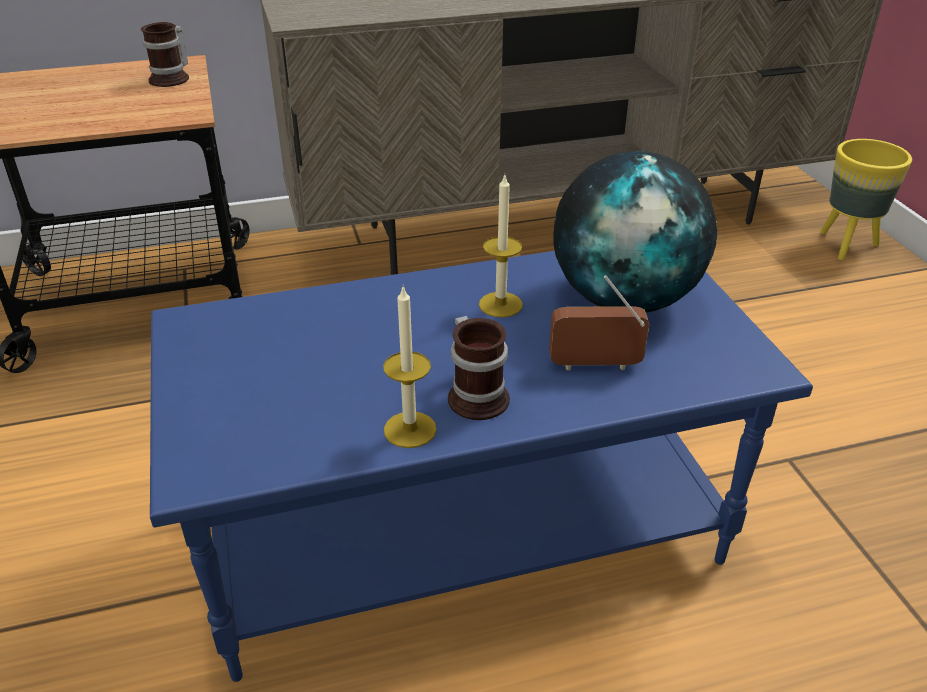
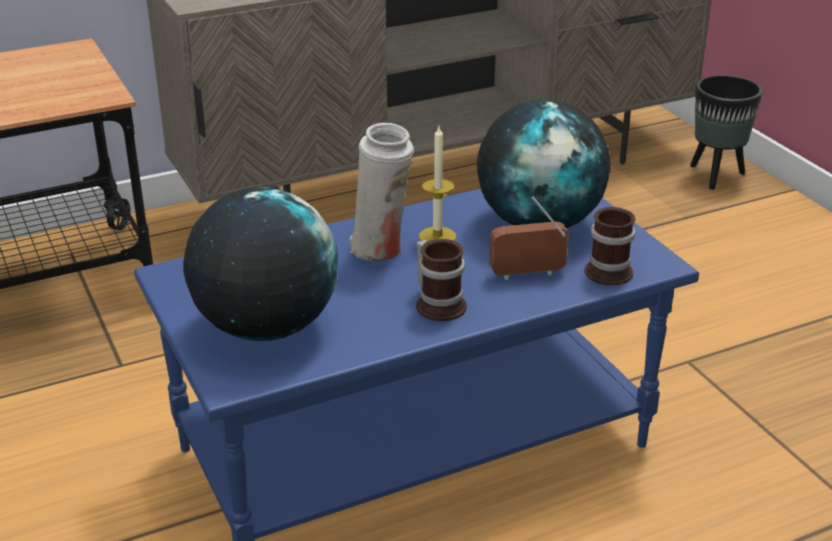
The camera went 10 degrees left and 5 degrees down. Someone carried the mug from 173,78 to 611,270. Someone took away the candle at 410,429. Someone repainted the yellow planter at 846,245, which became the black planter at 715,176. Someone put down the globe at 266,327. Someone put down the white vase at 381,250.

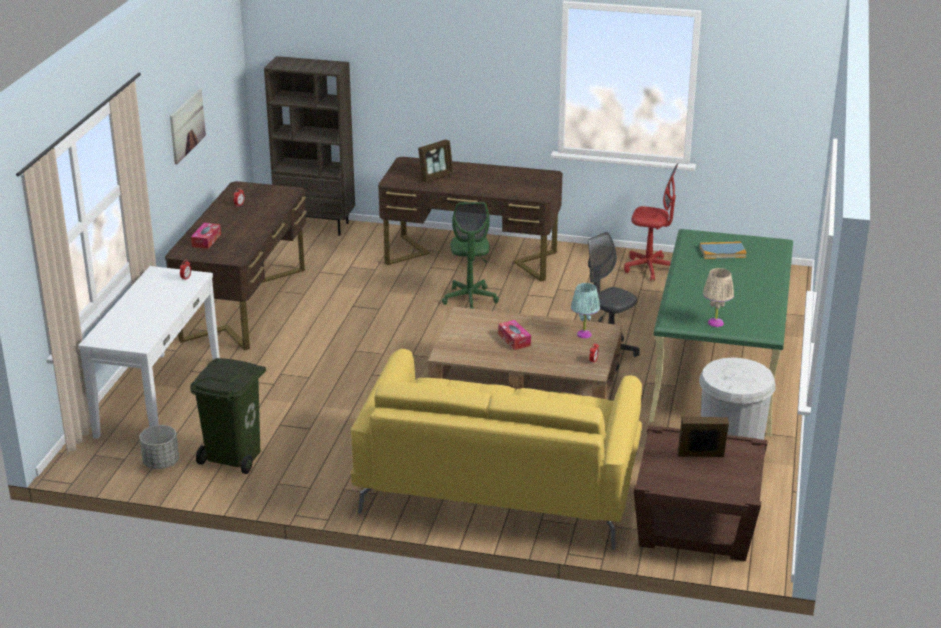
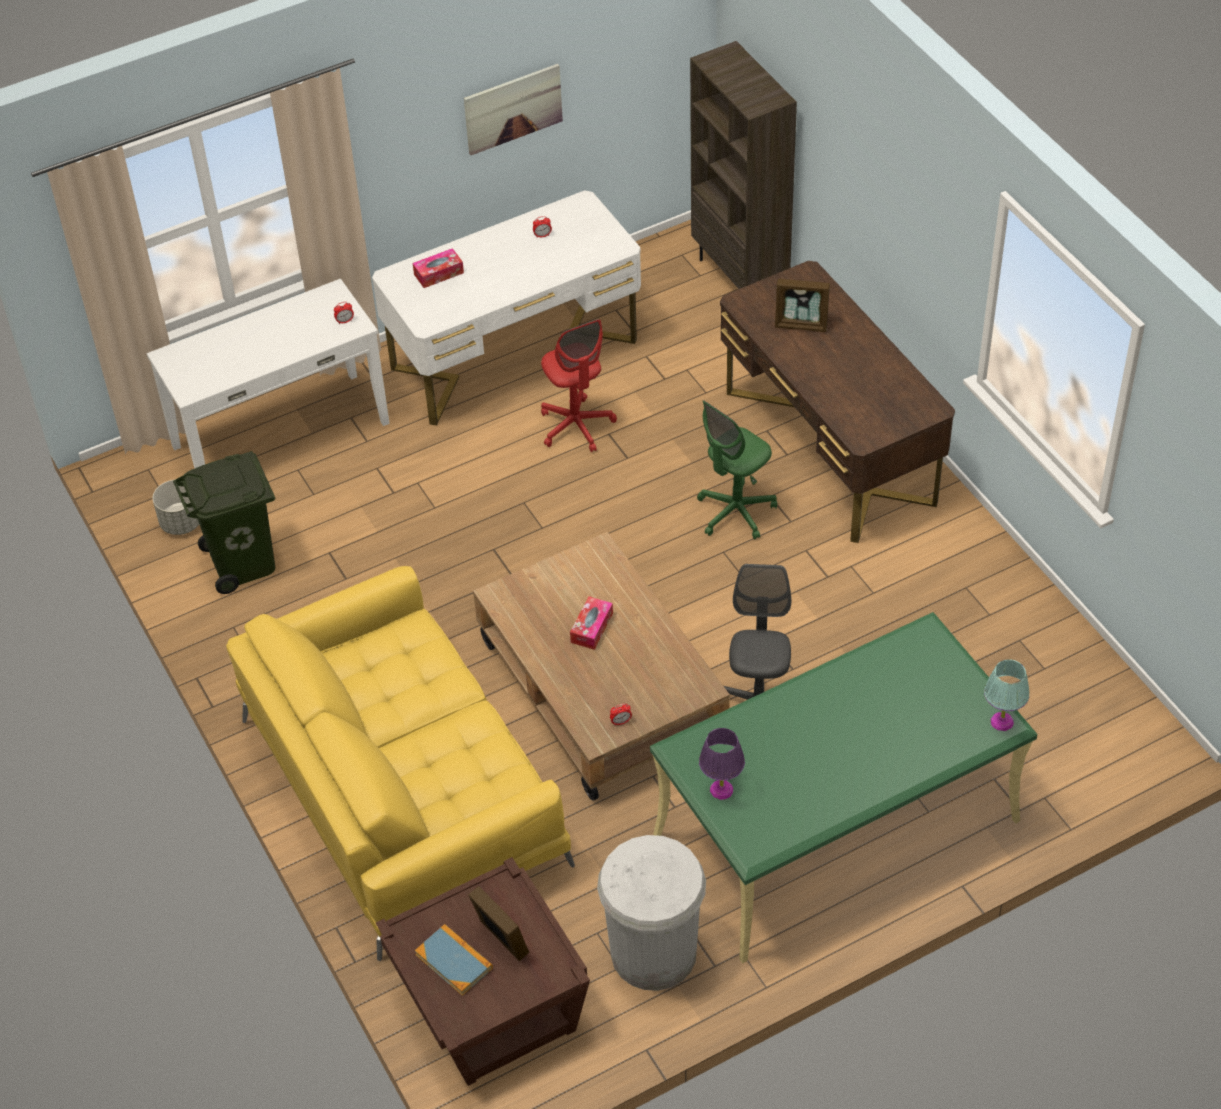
The camera went 50 degrees right and 20 degrees up. Someone repainted the brown desk at 244,304, which became the white desk at 514,355. Someone carried the turquoise table lamp from 584,334 to 1002,721. Someone carried the red office chair from 649,268 to 576,426. Someone carried the book from 722,252 to 454,961. Someone repainted the beige table lamp at 715,323, which became the purple table lamp at 721,789.

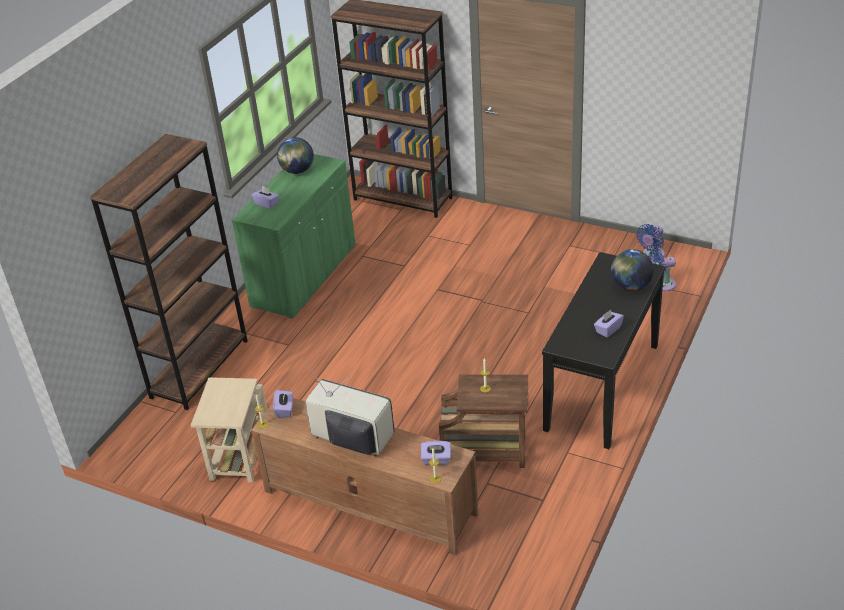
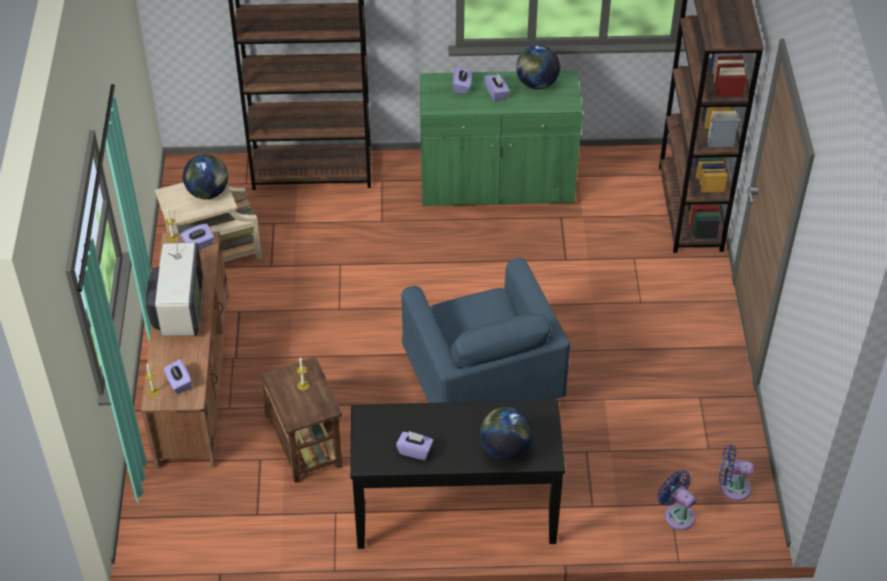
The camera went 60 degrees right and 10 degrees up. Someone put down the globe at 208,192. Someone put down the blue armchair at 481,385. Someone put down the purple tissue box at 496,93.

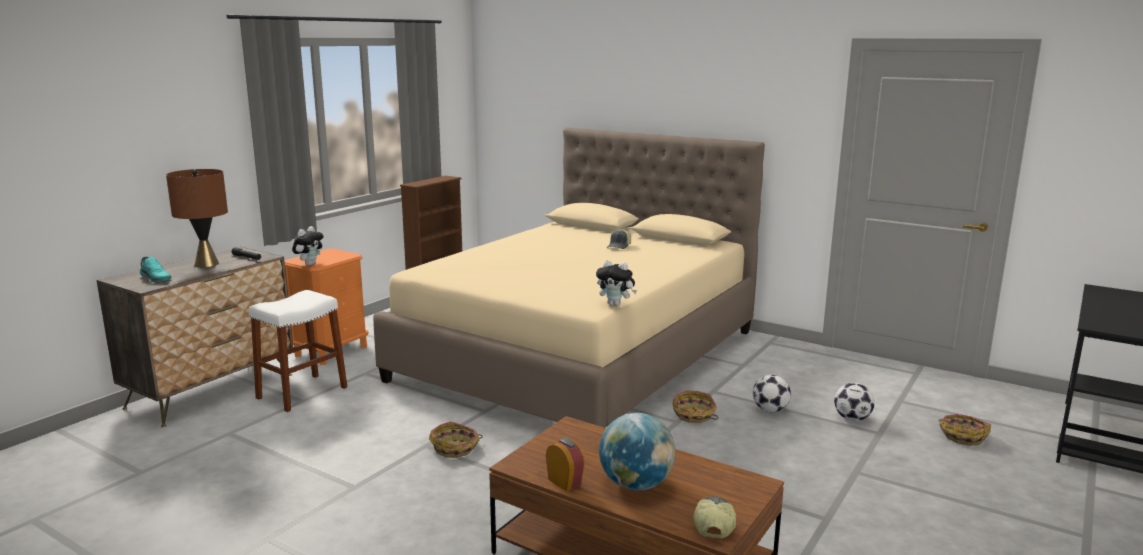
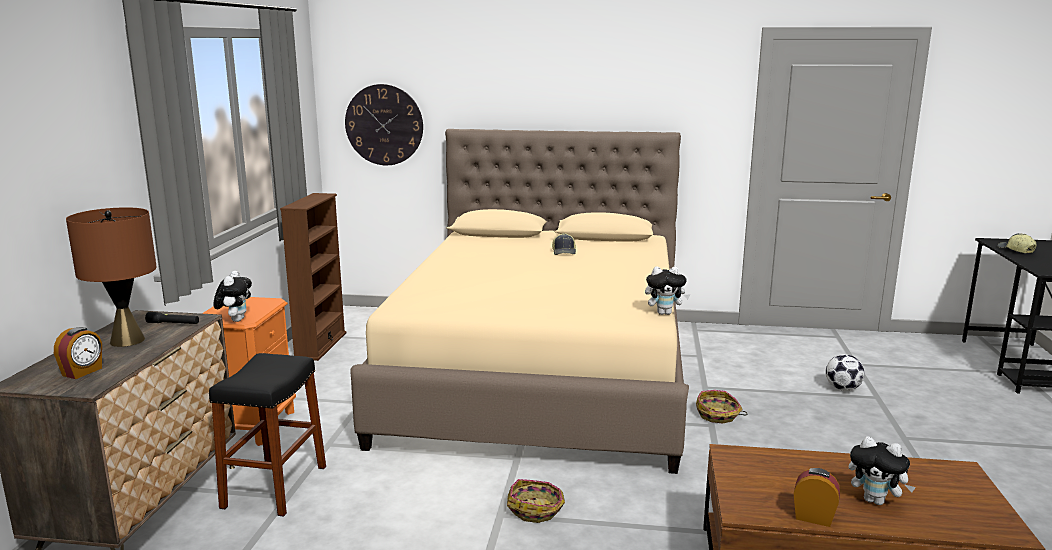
The camera went 25 degrees left and 0 degrees up. Someone swapped the turquoise shoe at 157,278 for the alarm clock at 82,372. Someone repainted the white stool at 302,393, which became the black stool at 275,487. Someone swapped the globe at 636,485 for the plush toy at 876,501. Someone carried the cap from 713,524 to 1015,250. Someone took away the football at 770,410. Someone took away the basket at 962,436. Someone put up the wall clock at 384,125.

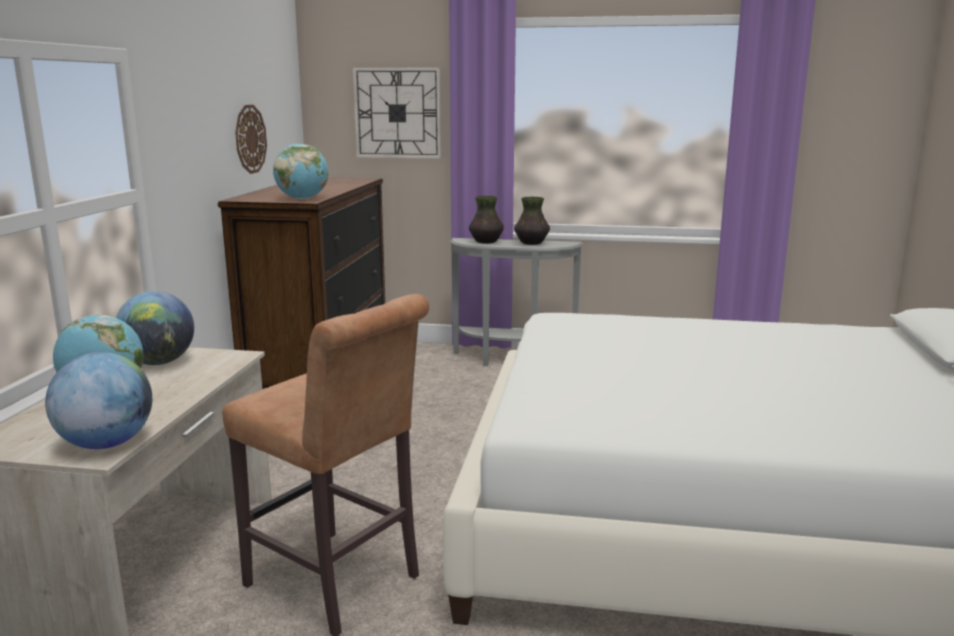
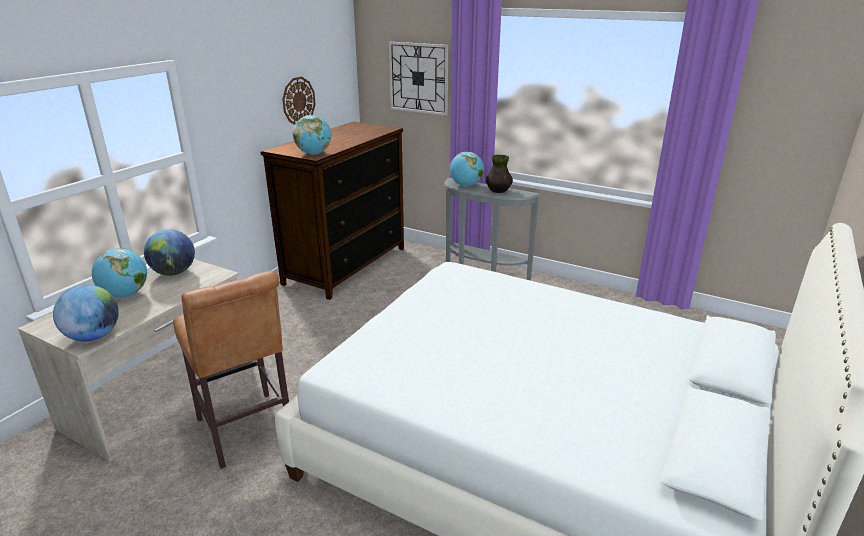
The camera went 20 degrees right and 10 degrees up. Someone swapped the vase at 486,242 for the globe at 466,185.

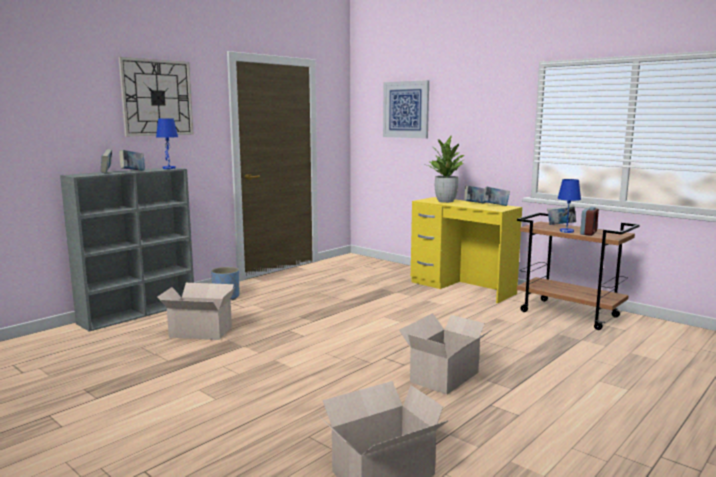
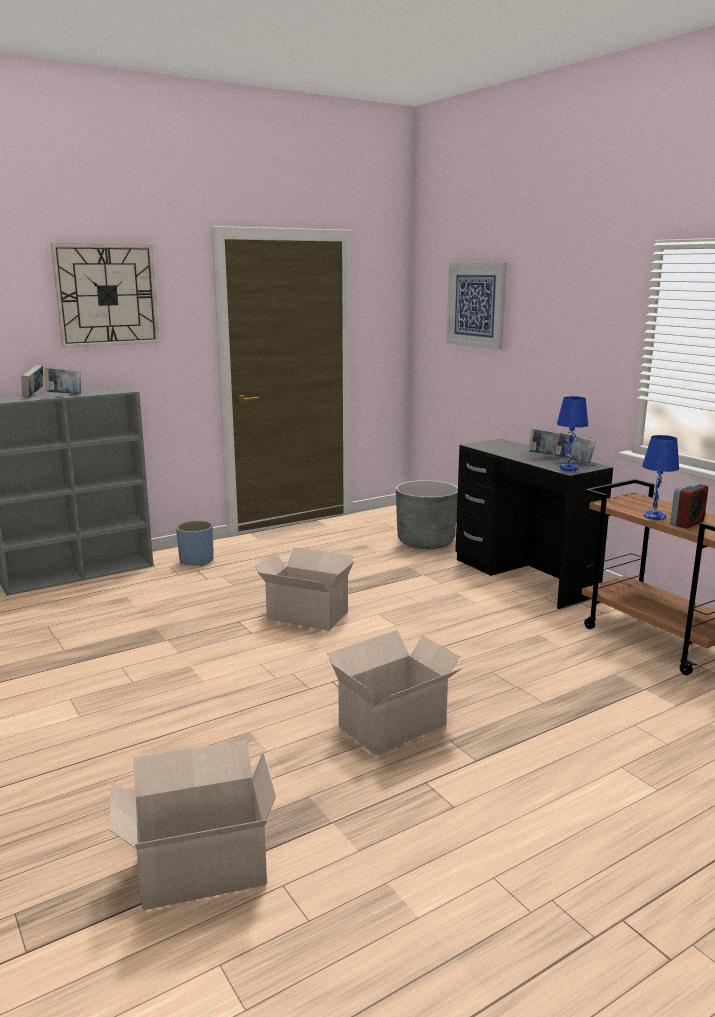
The camera went 15 degrees right and 5 degrees up. Someone carried the blue table lamp from 168,168 to 568,468. Someone carried the cardboard box from 199,332 to 305,615. Someone repainted the yellow desk at 462,288, which became the black desk at 524,577. Someone took away the potted plant at 445,201. Someone took away the book at 560,225. Someone put down the grey planter at 425,542.

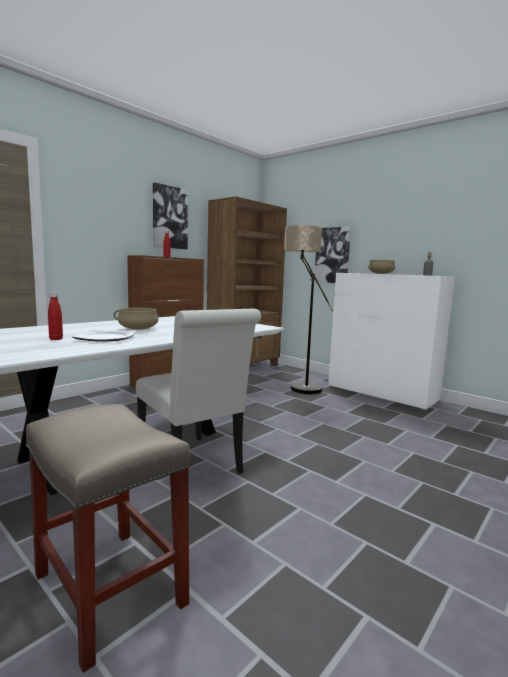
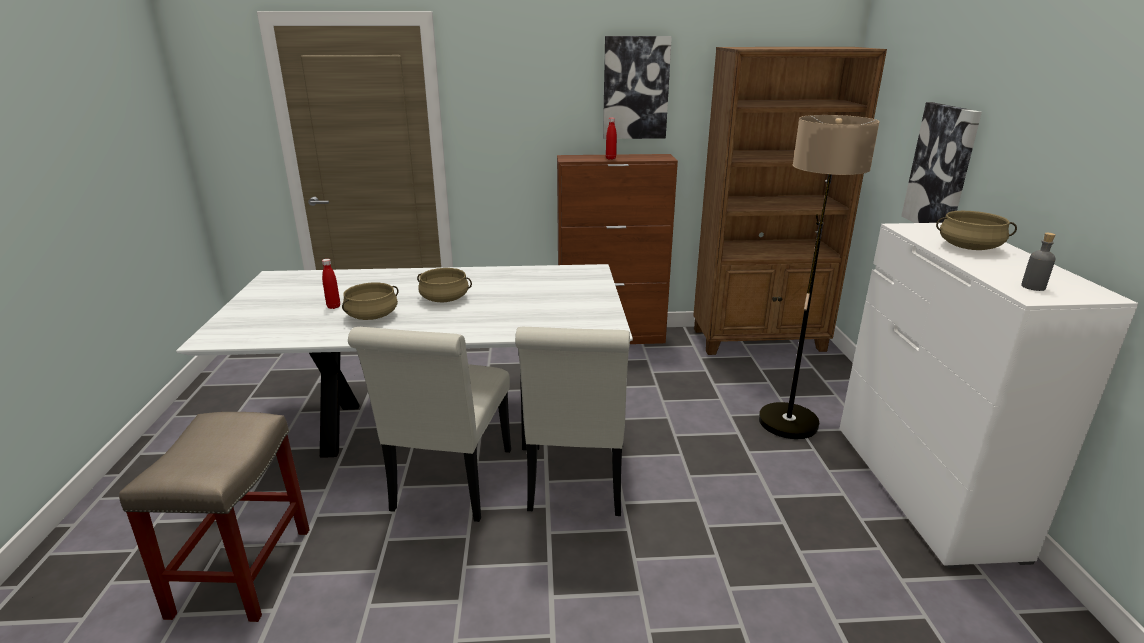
The camera went 45 degrees right and 15 degrees up. Someone swapped the plate at 106,338 for the beige cooking pot at 372,316. Someone put down the white chair at 577,483.

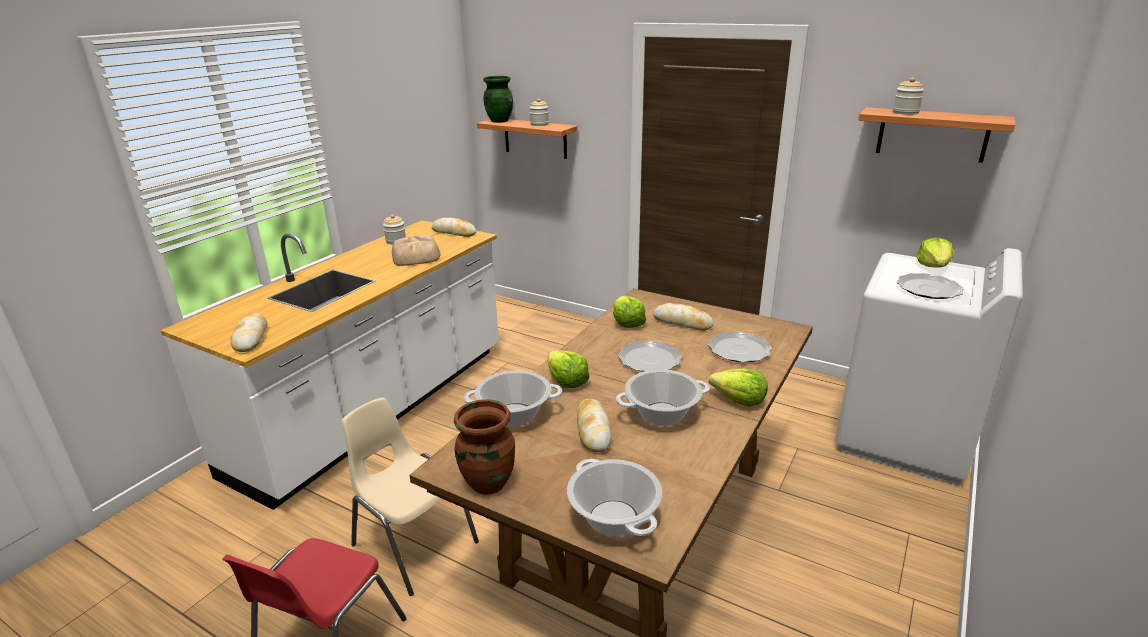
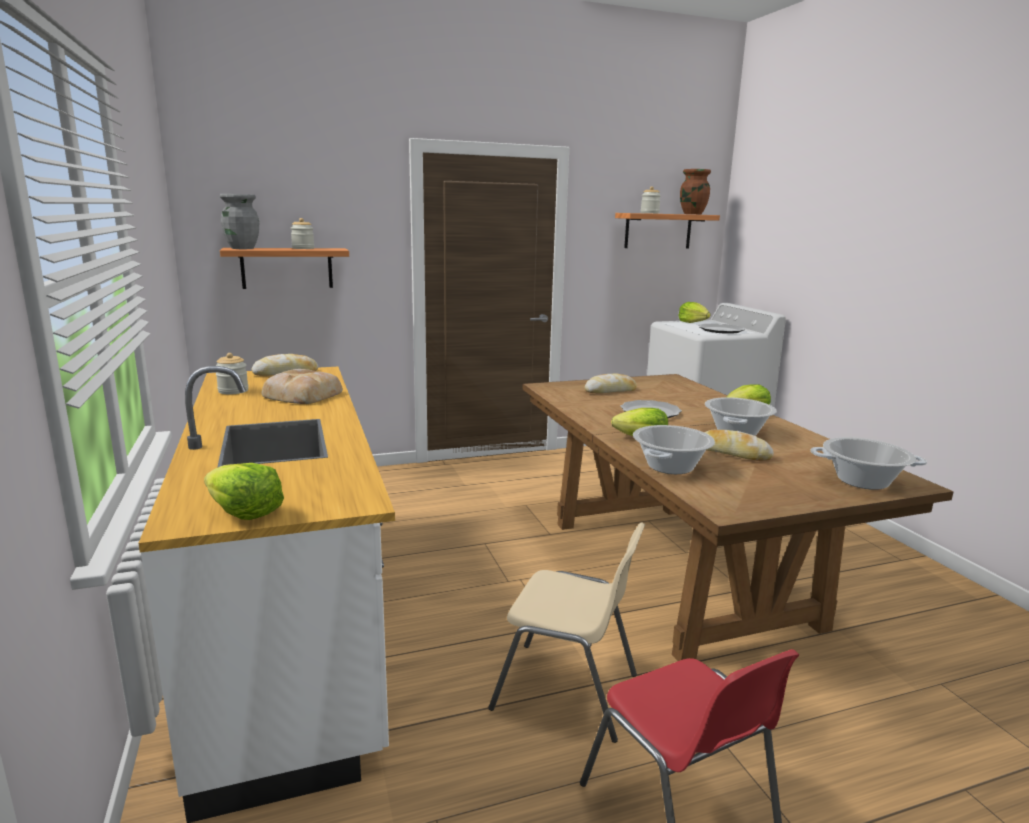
The camera went 50 degrees left and 10 degrees down. Someone took away the bread at 251,338. Someone rotated the beige chair at 413,543 by 150 degrees counterclockwise. Someone carried the brown vase from 487,483 to 692,214. Someone repainted the green vase at 499,121, which became the grey vase at 242,248. Someone carried the lettuce from 627,322 to 244,513. Someone took away the plate at 739,349.

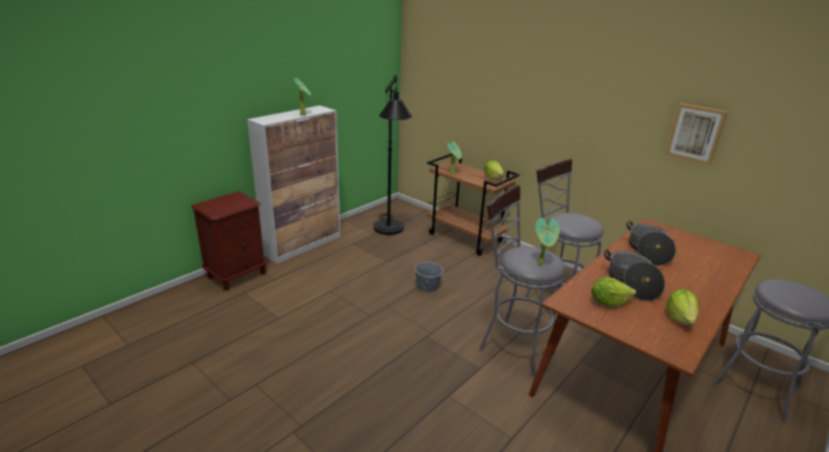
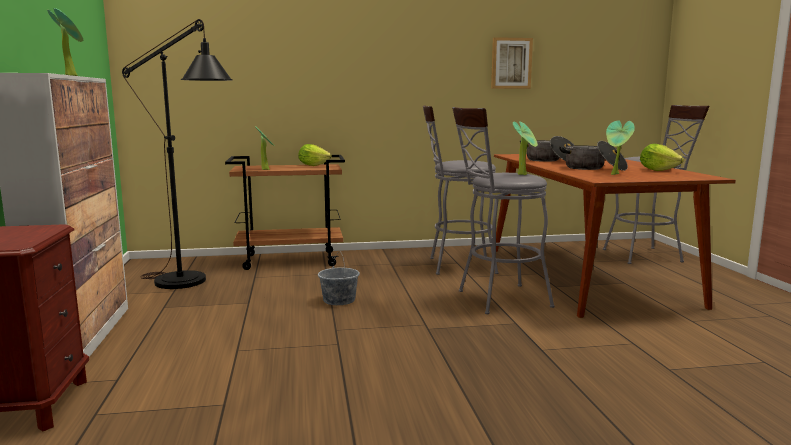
The camera went 50 degrees left and 15 degrees down. Someone swapped the lettuce at 608,302 for the potted plant at 616,174.

